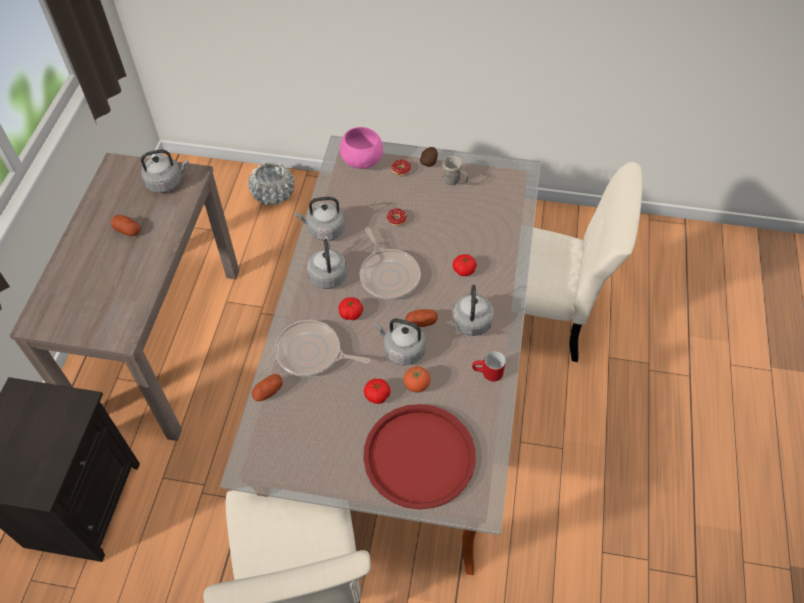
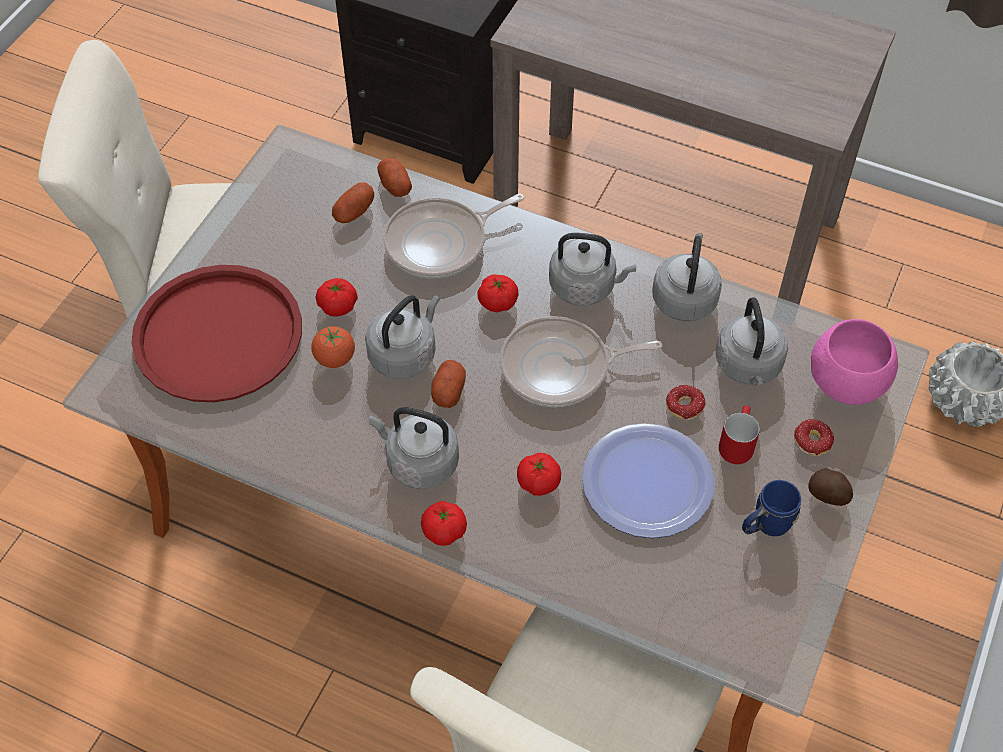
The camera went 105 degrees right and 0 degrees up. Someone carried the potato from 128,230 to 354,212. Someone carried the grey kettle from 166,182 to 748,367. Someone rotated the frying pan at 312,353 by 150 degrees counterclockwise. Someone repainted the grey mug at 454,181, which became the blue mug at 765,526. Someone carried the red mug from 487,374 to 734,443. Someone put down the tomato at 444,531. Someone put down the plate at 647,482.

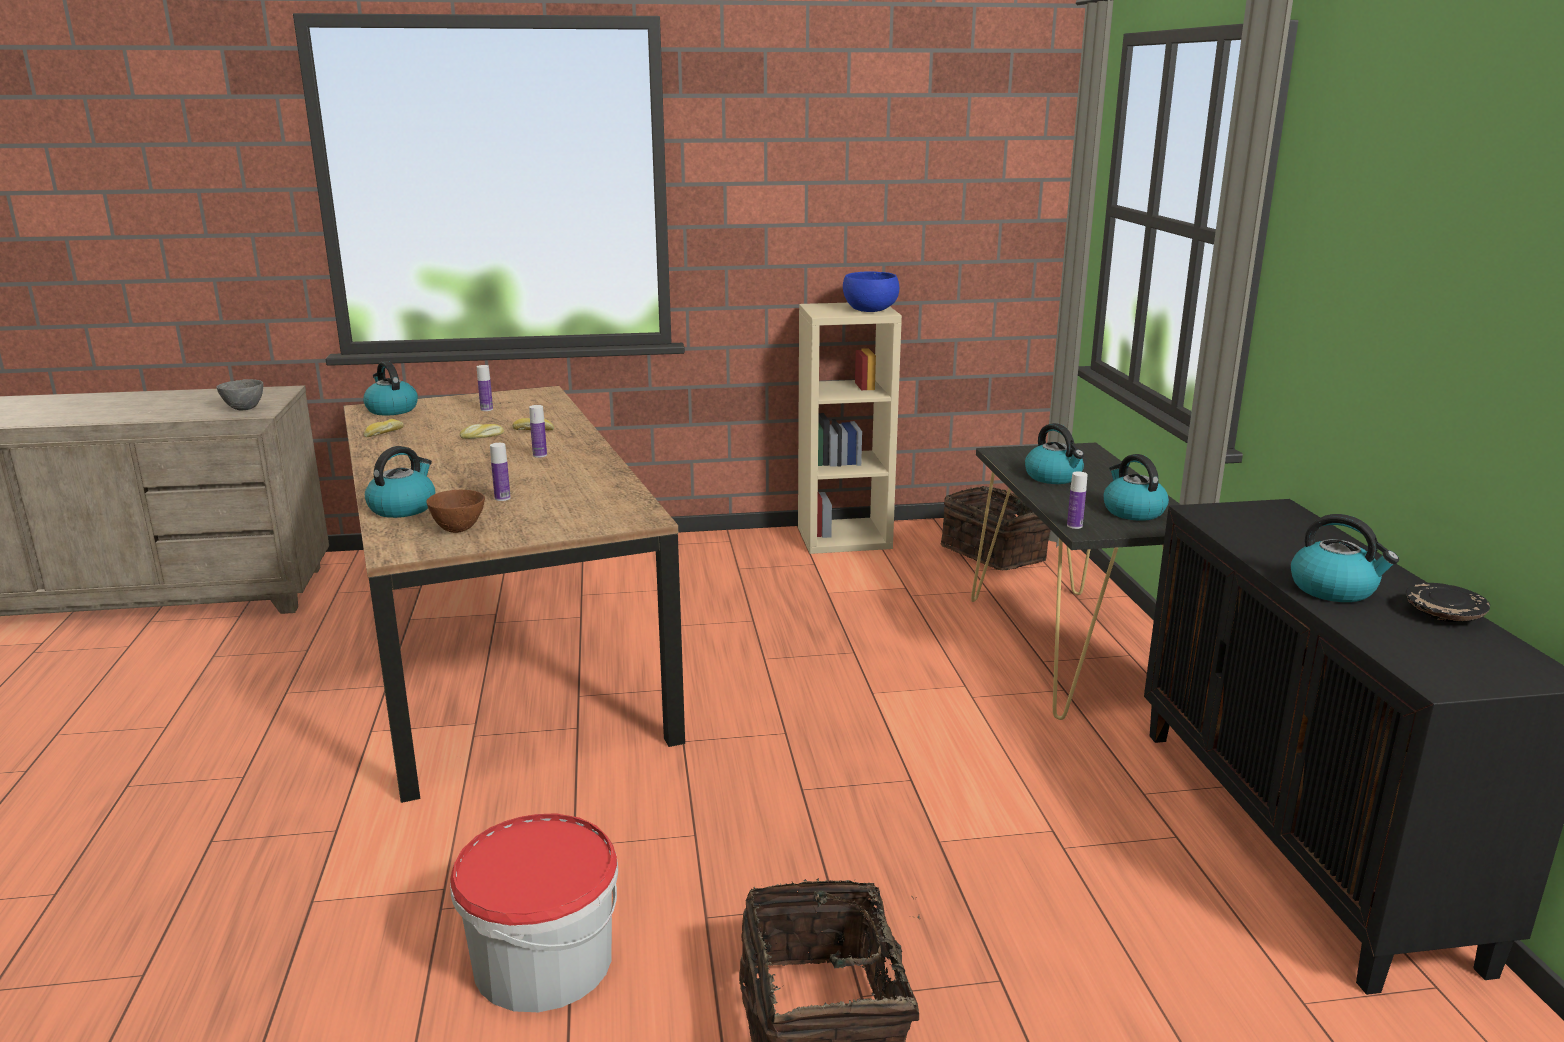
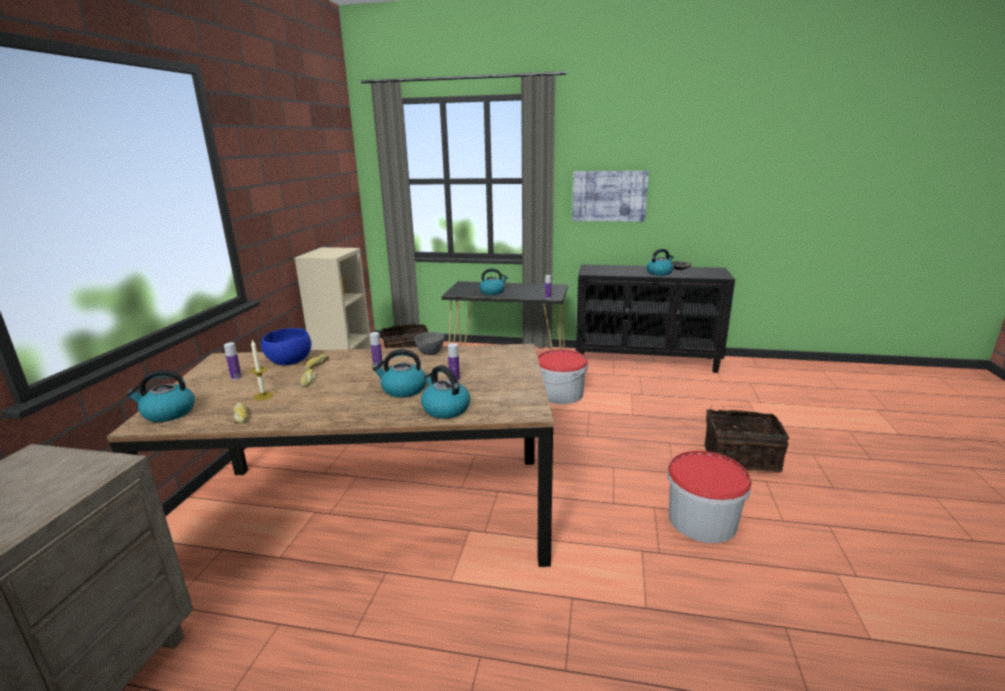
The camera went 70 degrees left and 0 degrees up. Someone carried the grey bowl from 244,409 to 431,353. Someone took away the brown bowl at 458,529. Someone carried the blue bowl from 870,309 to 289,361. Someone carried the kettle from 1132,511 to 403,390. Someone put down the candle at 263,396. Someone put down the bucket at 561,394. Someone put up the picture at 609,196.

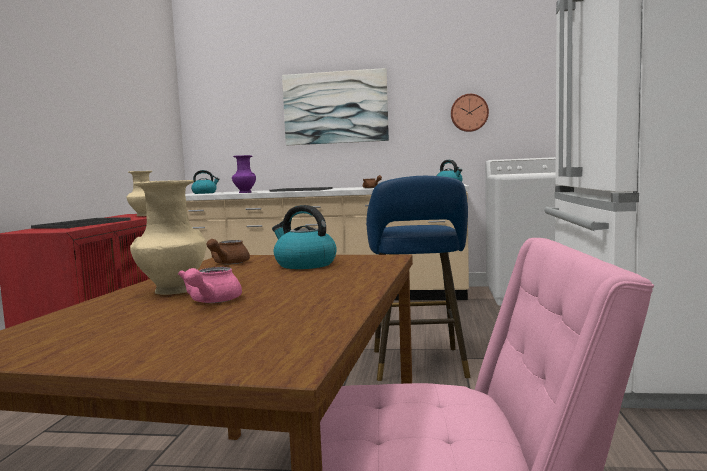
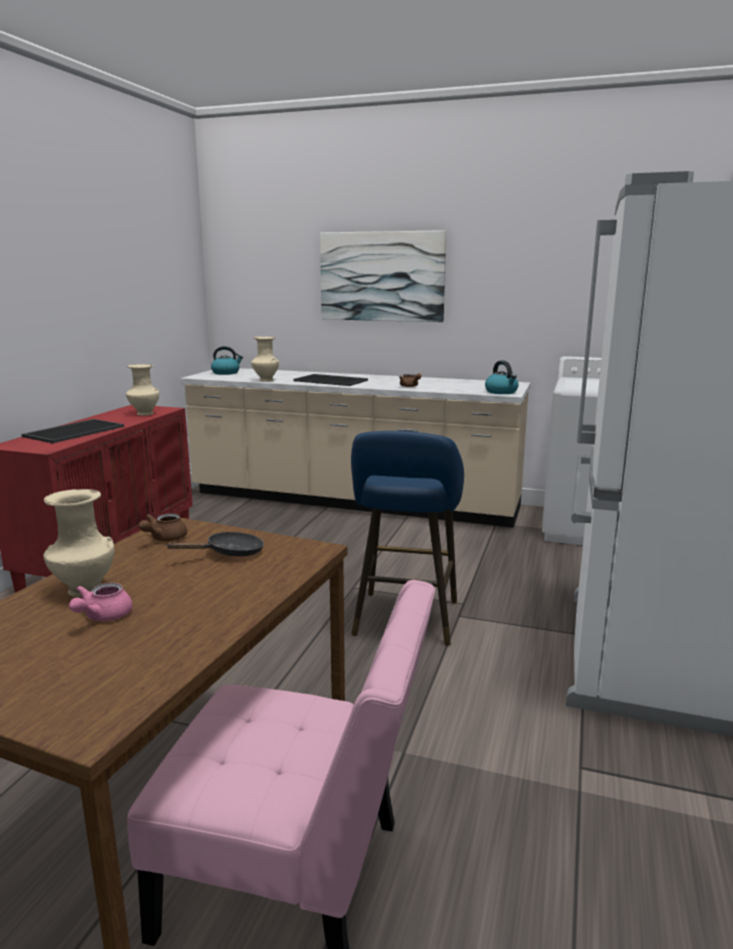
The camera went 10 degrees right and 10 degrees up. Someone repainted the purple vase at 244,192, which became the beige vase at 265,380. Someone swapped the kettle at 304,264 for the black frying pan at 229,553. Someone took away the wall clock at 469,113.

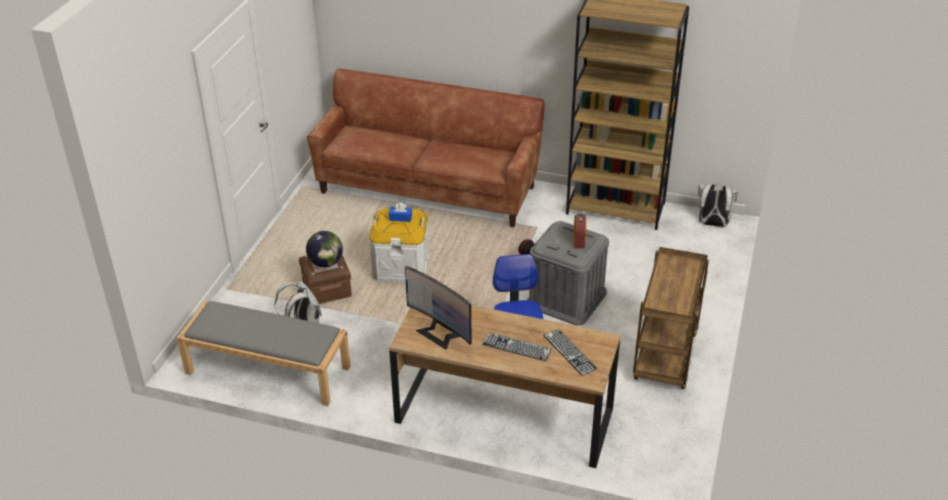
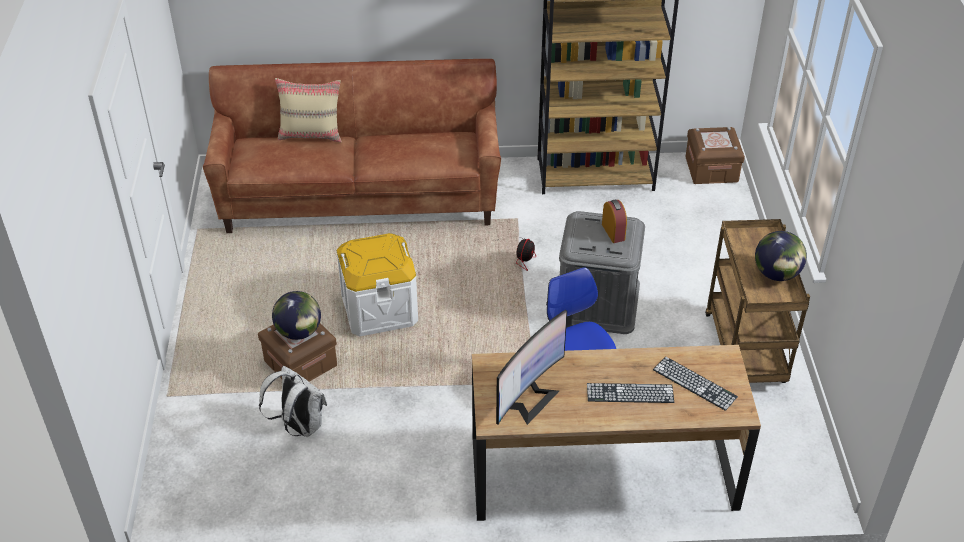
The camera went 20 degrees left and 5 degrees up. Someone took away the grey bench at 266,370. Someone took away the blue tissue box at 400,218. Someone rotated the monitor at 440,332 by 75 degrees counterclockwise. Someone swapped the white backpack at 712,224 for the brown storage box at 711,169. Someone put down the beige pillow at 311,135. Someone put down the globe at 776,274.

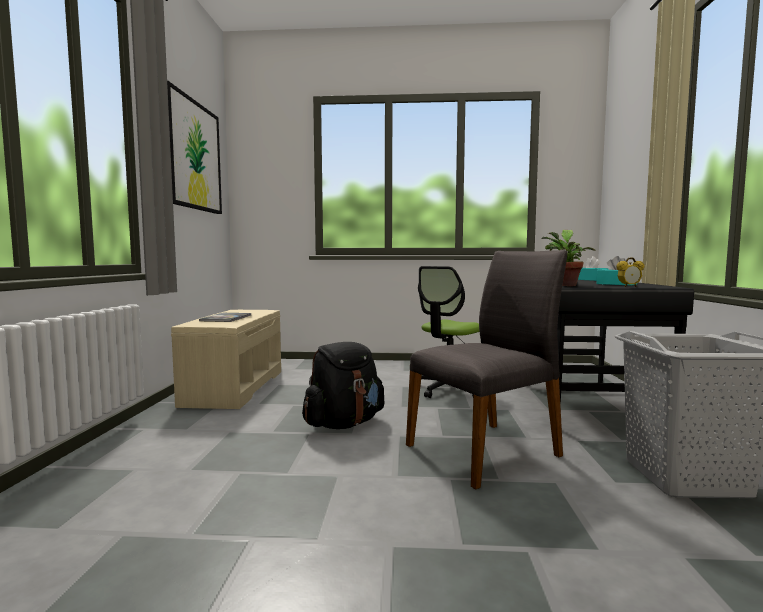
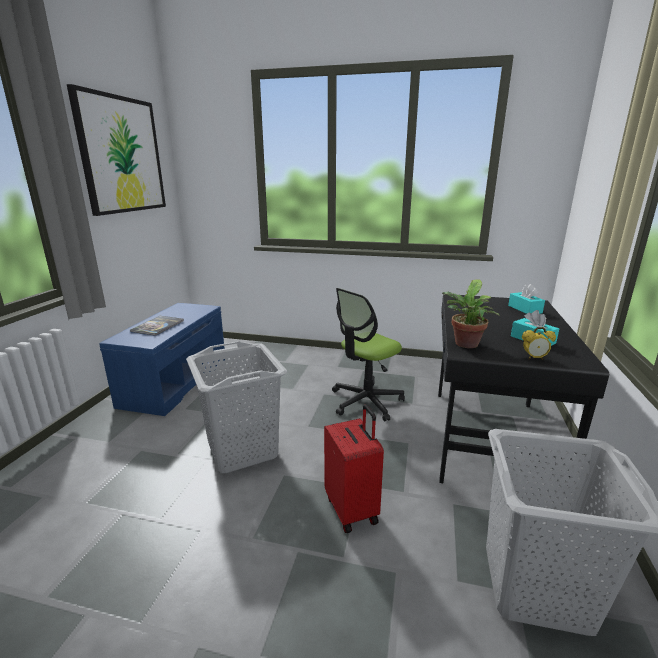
The camera went 10 degrees right and 15 degrees up. Someone repainted the beige bench at 234,387, which became the blue bench at 175,381. Someone swapped the black backpack at 344,424 for the grey laundry basket at 243,449. Someone swapped the grey chair at 485,450 for the red suitcase at 352,509.

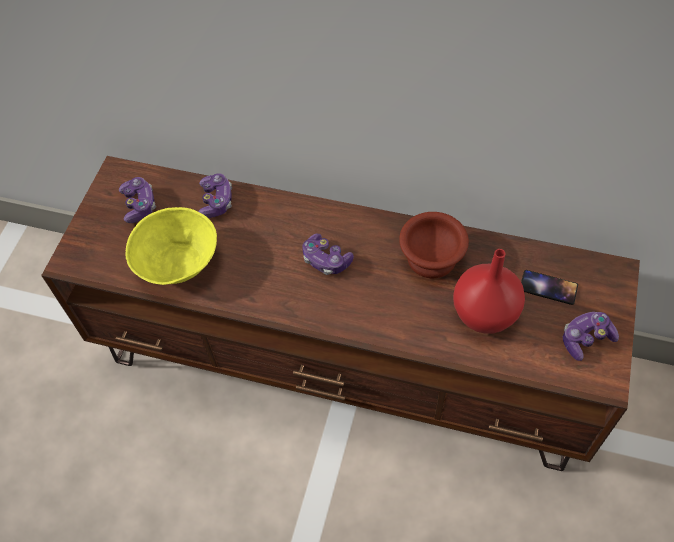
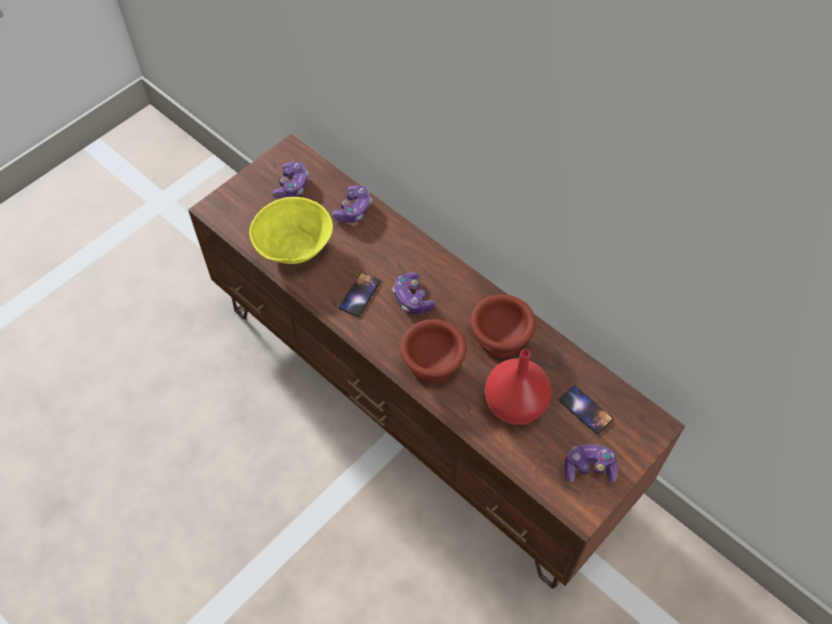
The camera went 25 degrees right and 0 degrees up. Someone put down the phone at 359,294. Someone put down the brown bowl at 433,361.

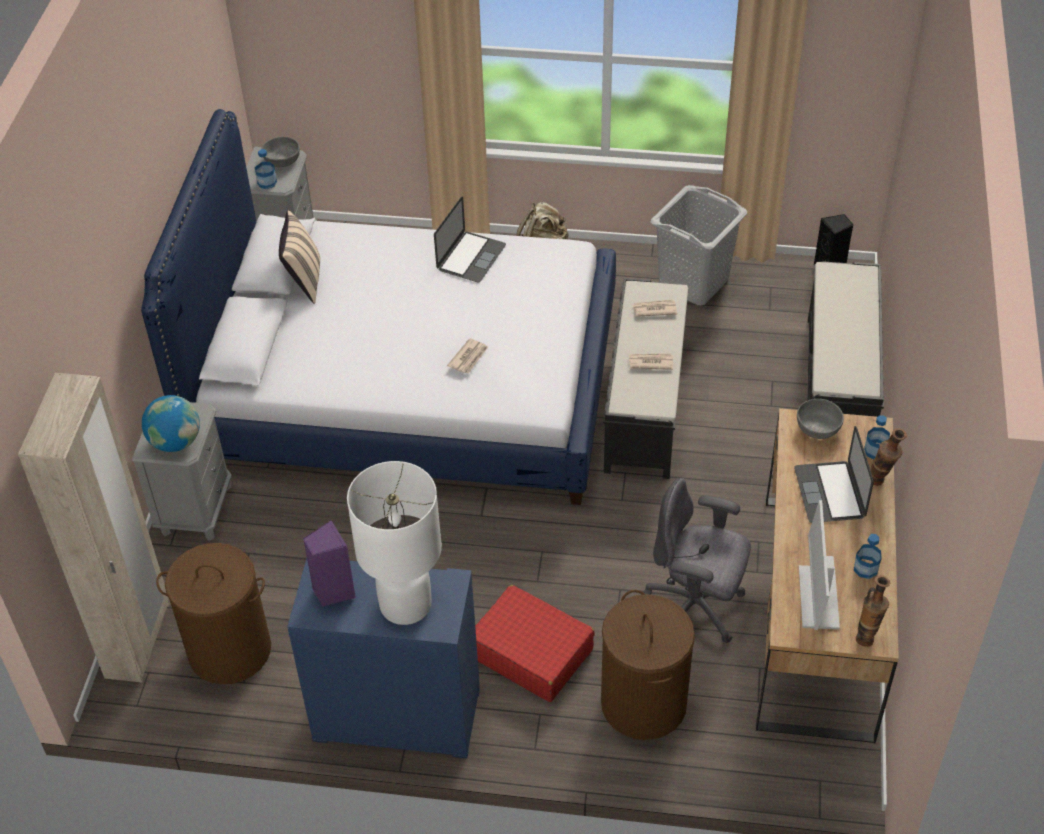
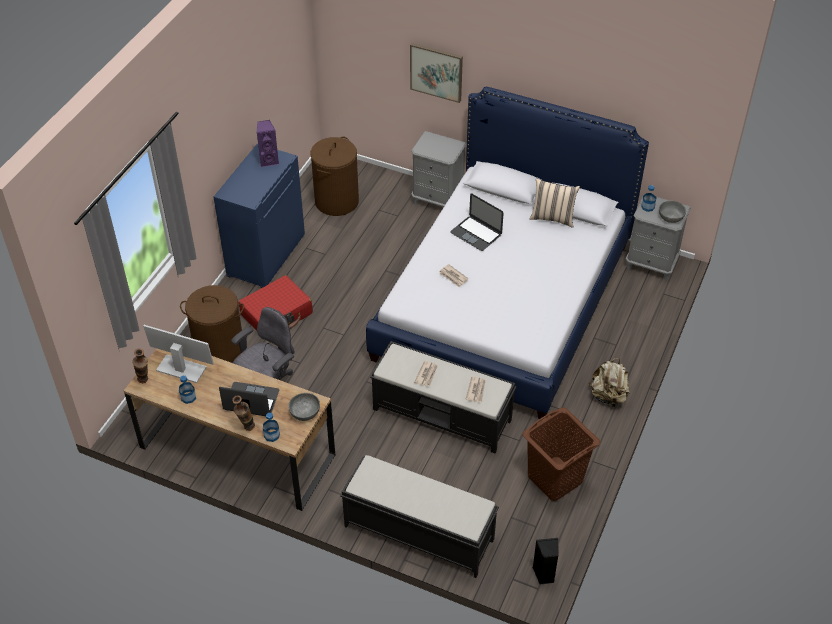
The camera went 105 degrees right and 0 degrees up. Someone took away the beige wardrobe at 138,640. Someone took away the globe at 175,442. Someone took away the white table lamp at 405,604. Someone carried the laptop from 471,257 to 476,233. Someone repainted the grey laundry basket at 693,283, which became the brown laundry basket at 555,478. Someone put up the picture at 436,72.

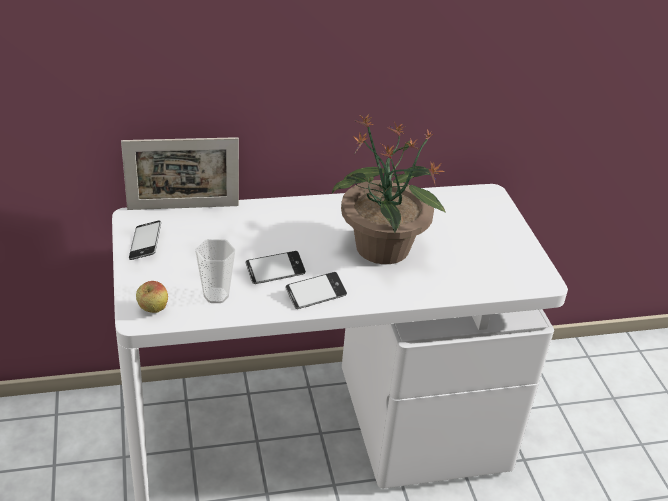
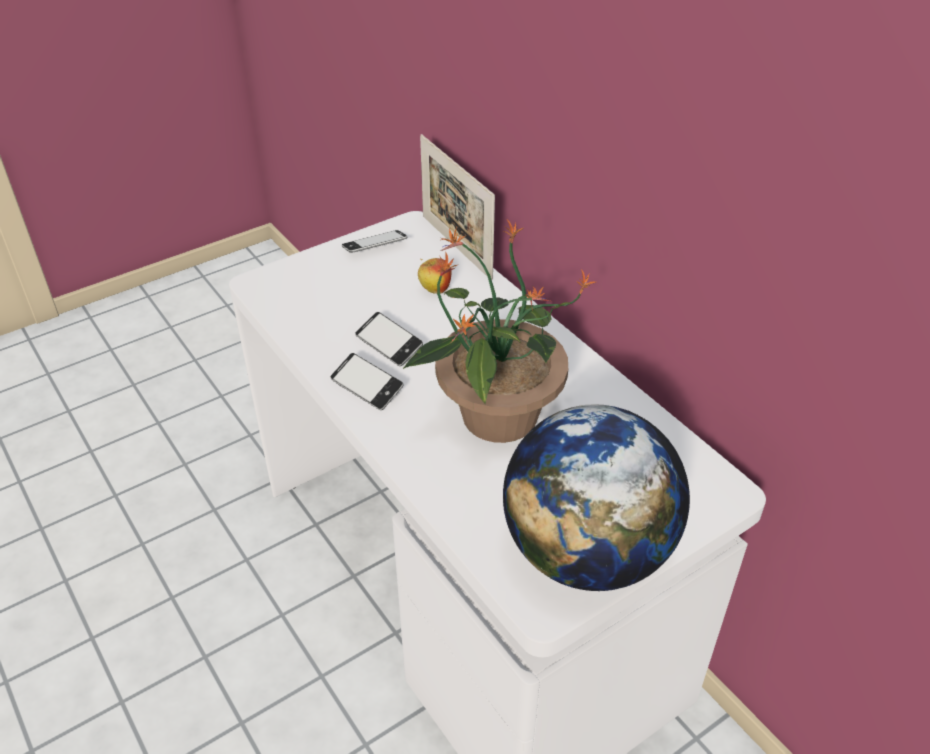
The camera went 70 degrees right and 5 degrees up. Someone carried the apple from 153,310 to 435,290. Someone took away the cup at 216,295. Someone put down the globe at 587,553.

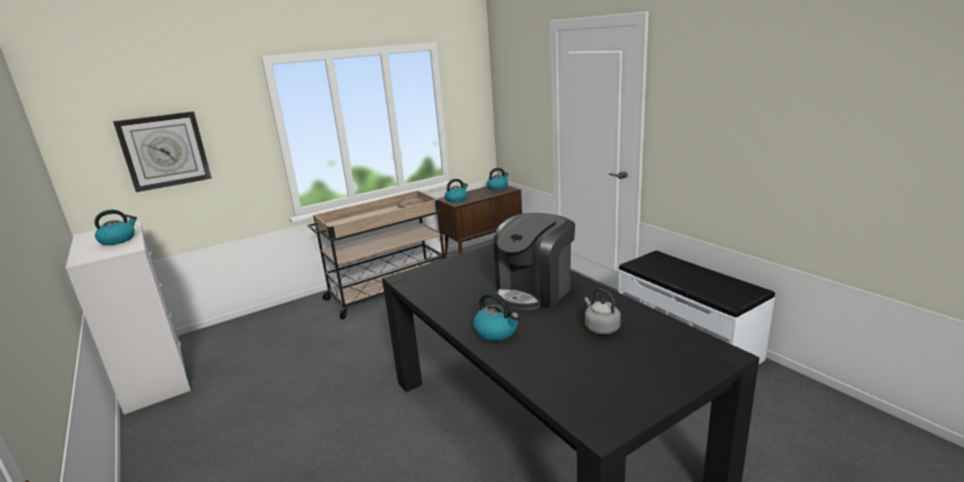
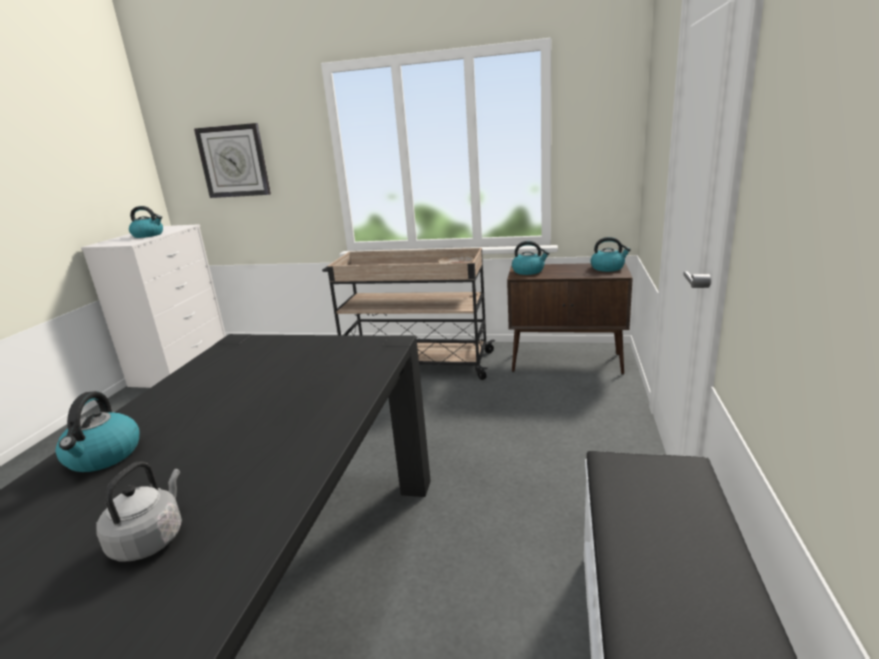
The camera went 45 degrees right and 0 degrees up. Someone took away the coffee machine at 534,291.

